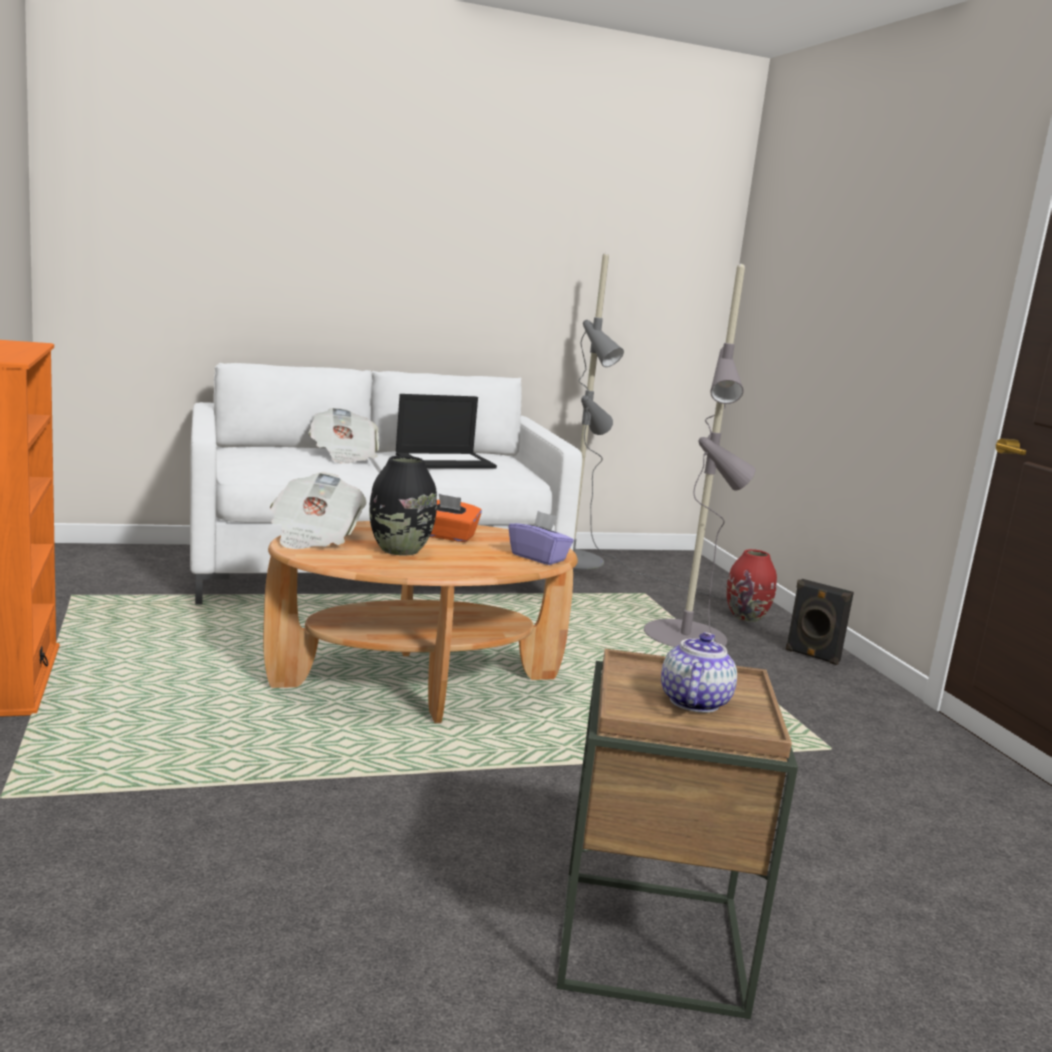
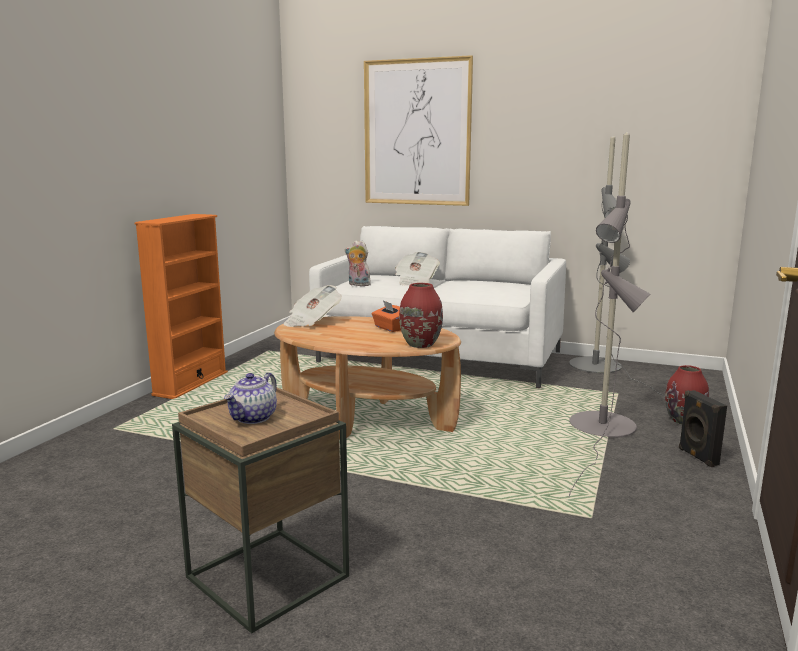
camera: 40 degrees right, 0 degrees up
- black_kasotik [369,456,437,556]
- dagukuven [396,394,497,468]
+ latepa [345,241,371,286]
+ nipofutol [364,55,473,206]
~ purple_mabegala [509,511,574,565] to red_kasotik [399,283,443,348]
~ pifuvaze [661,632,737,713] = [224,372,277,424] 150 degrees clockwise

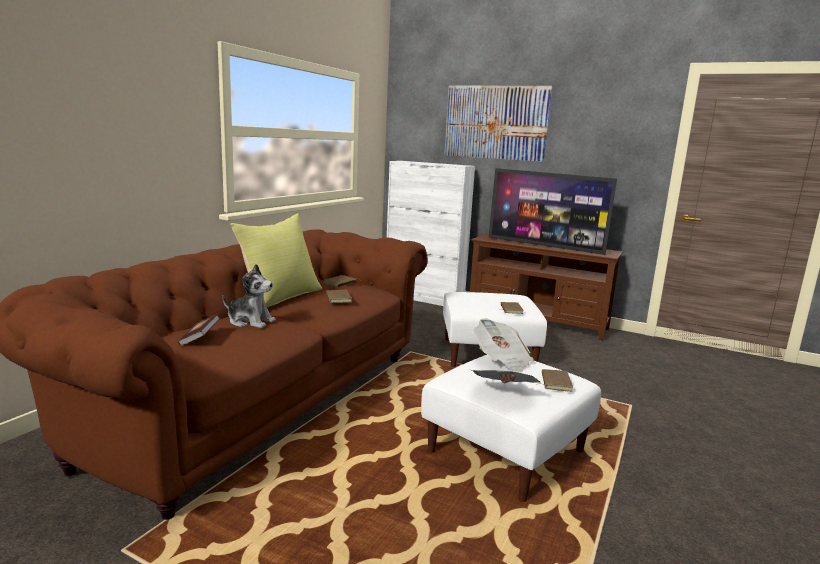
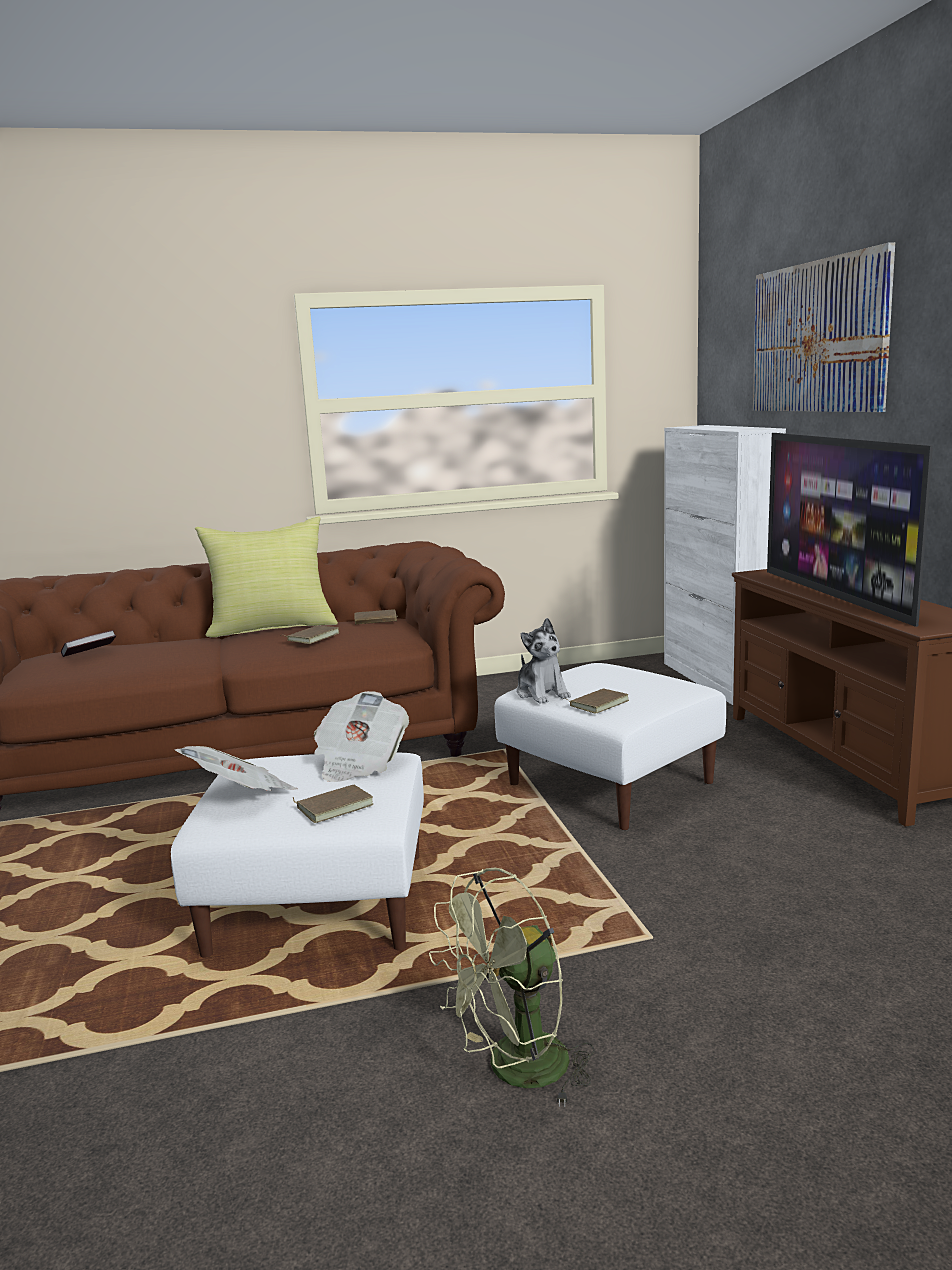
camera: 50 degrees right, 0 degrees up
+ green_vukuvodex [429,868,595,1107]
~ latepa [222,264,276,328] to [516,618,571,704]

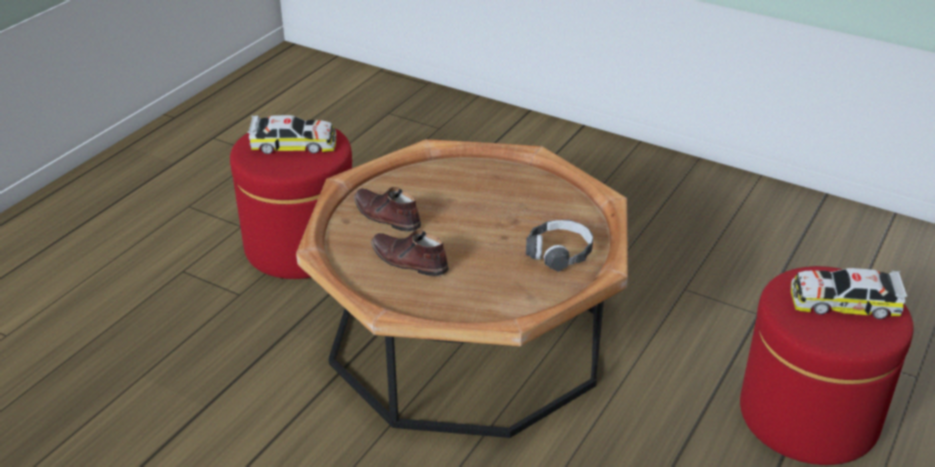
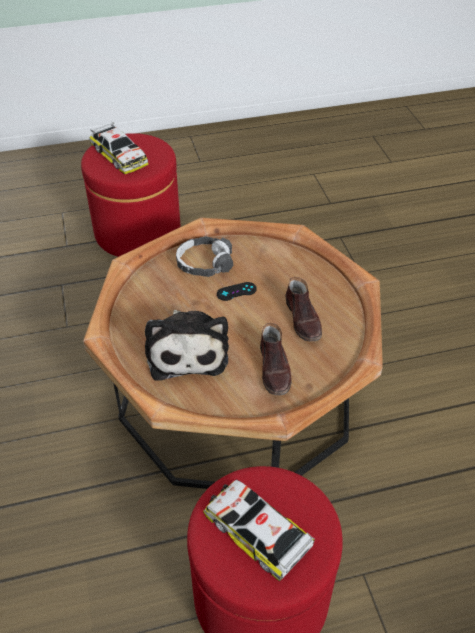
camera: 135 degrees left, 10 degrees up
+ latepa [145,310,229,381]
+ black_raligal [217,282,257,301]

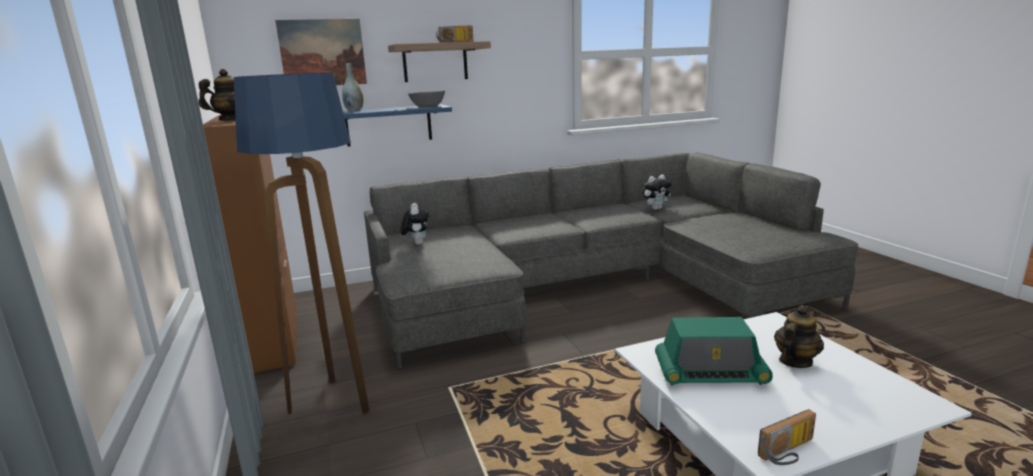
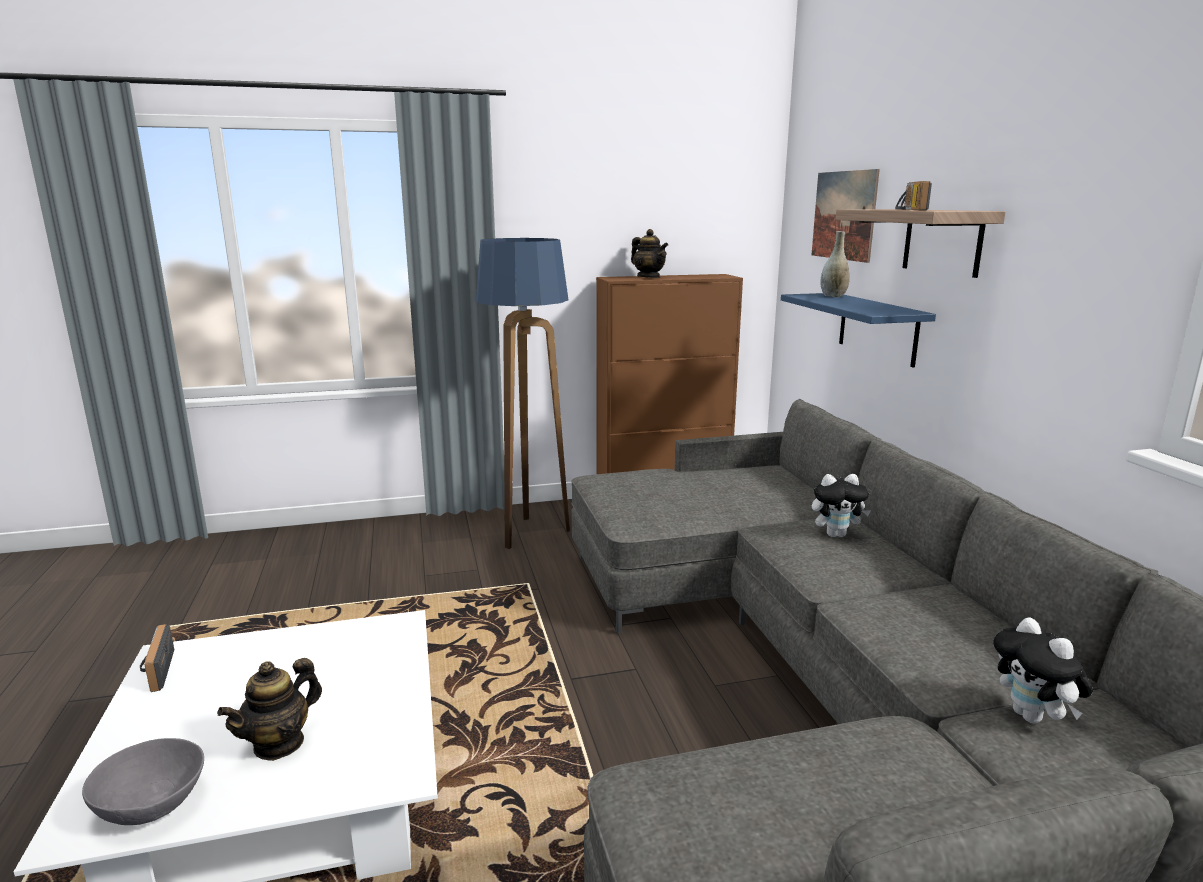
camera: 95 degrees right, 0 degrees up
- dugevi [655,317,773,385]
~ latepa [400,203,429,245] to [812,474,871,537]
~ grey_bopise [408,91,445,107] to [82,738,204,825]
~ pifuvaze [774,305,824,368] = [217,658,322,761] 75 degrees clockwise

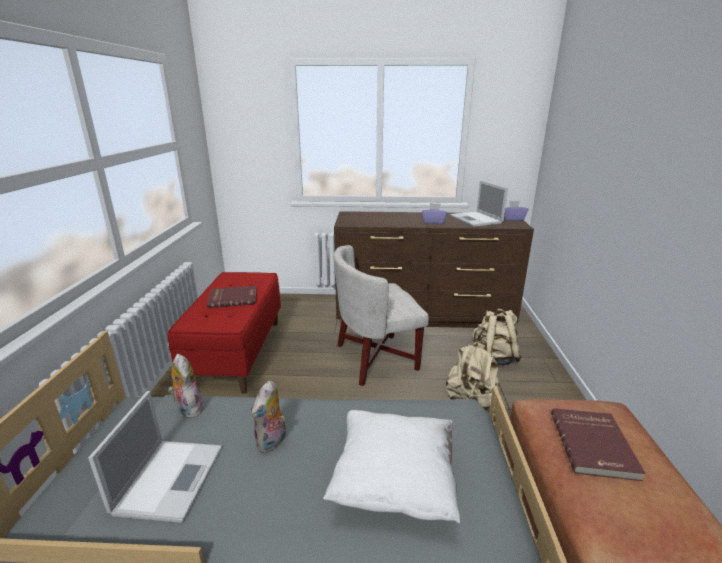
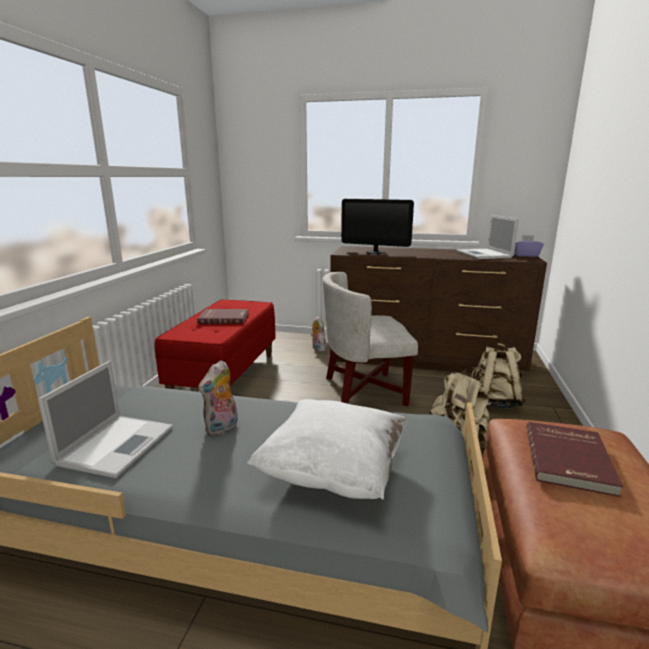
camera: 10 degrees right, 5 degrees down
- purple_mabegala [422,203,447,224]
+ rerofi [341,199,414,254]
~ latepa [168,354,204,418] to [311,316,326,352]

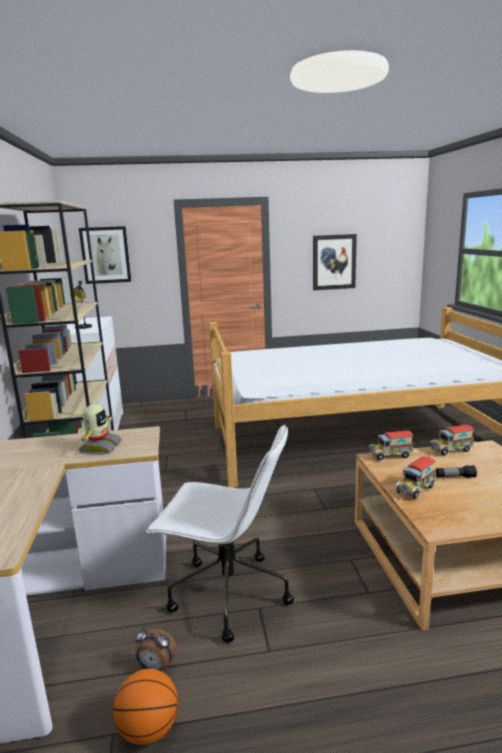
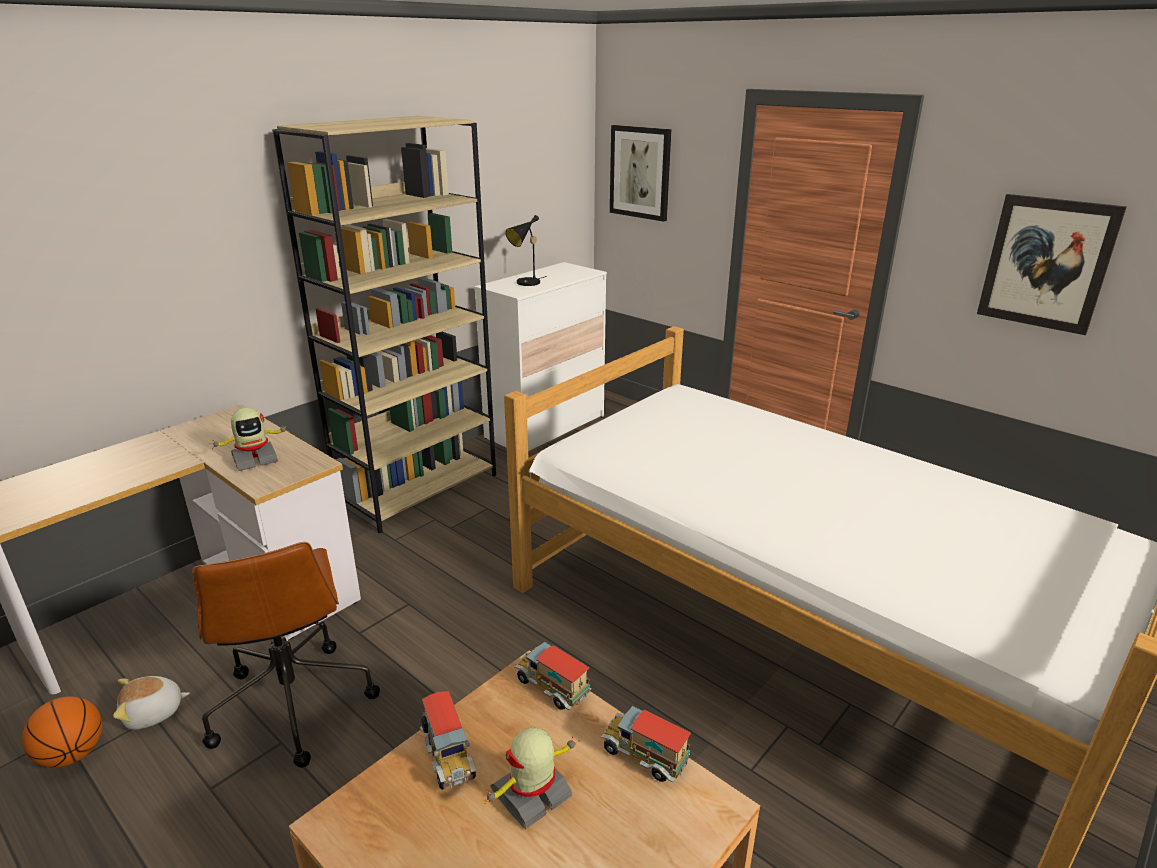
camera: 50 degrees right, 10 degrees up
~ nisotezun [135,626,177,671] to latepa [113,676,190,730]
~ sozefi [436,465,477,478] to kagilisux [483,727,577,829]
~ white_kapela [146,424,294,643] to brown_kapela [192,542,380,768]
~ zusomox [396,456,437,499] = [420,691,477,790] 120 degrees counterclockwise

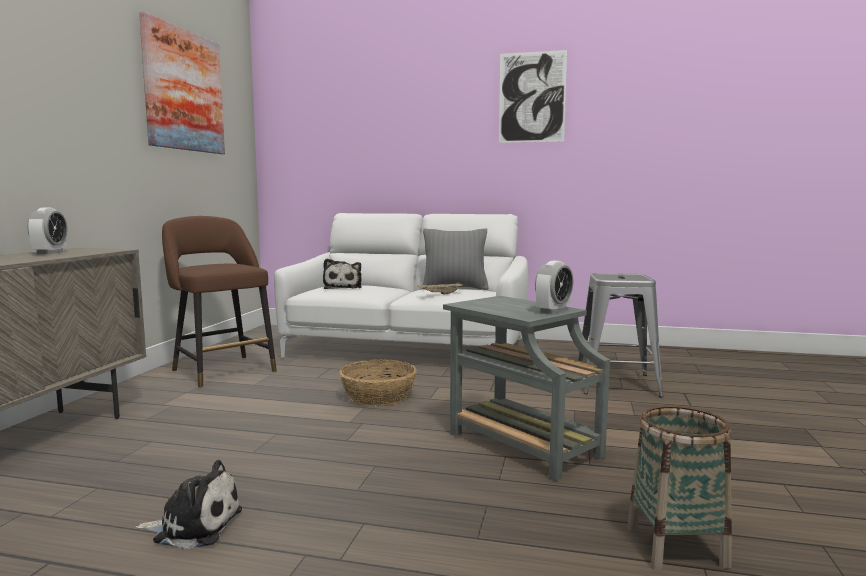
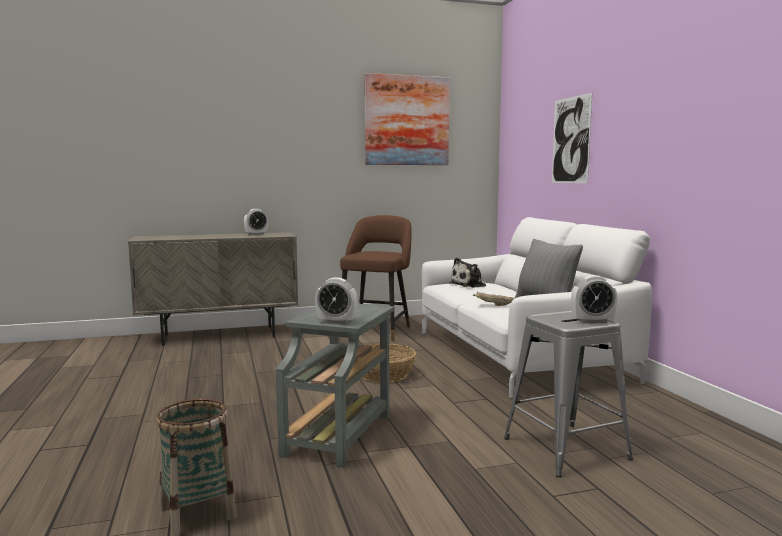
camera: 60 degrees right, 0 degrees up
- latepa [135,460,242,549]
+ nisotezun [571,275,617,323]
~ nipofutol [499,50,567,143] to [552,93,592,183]

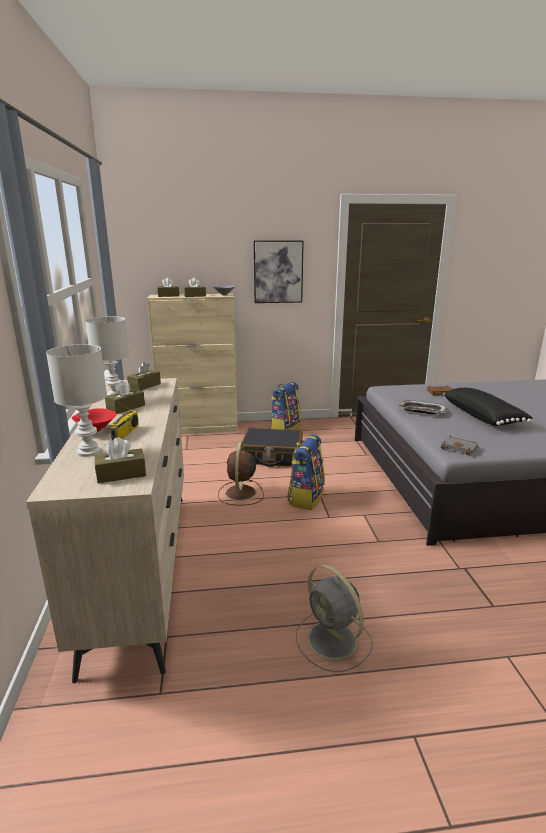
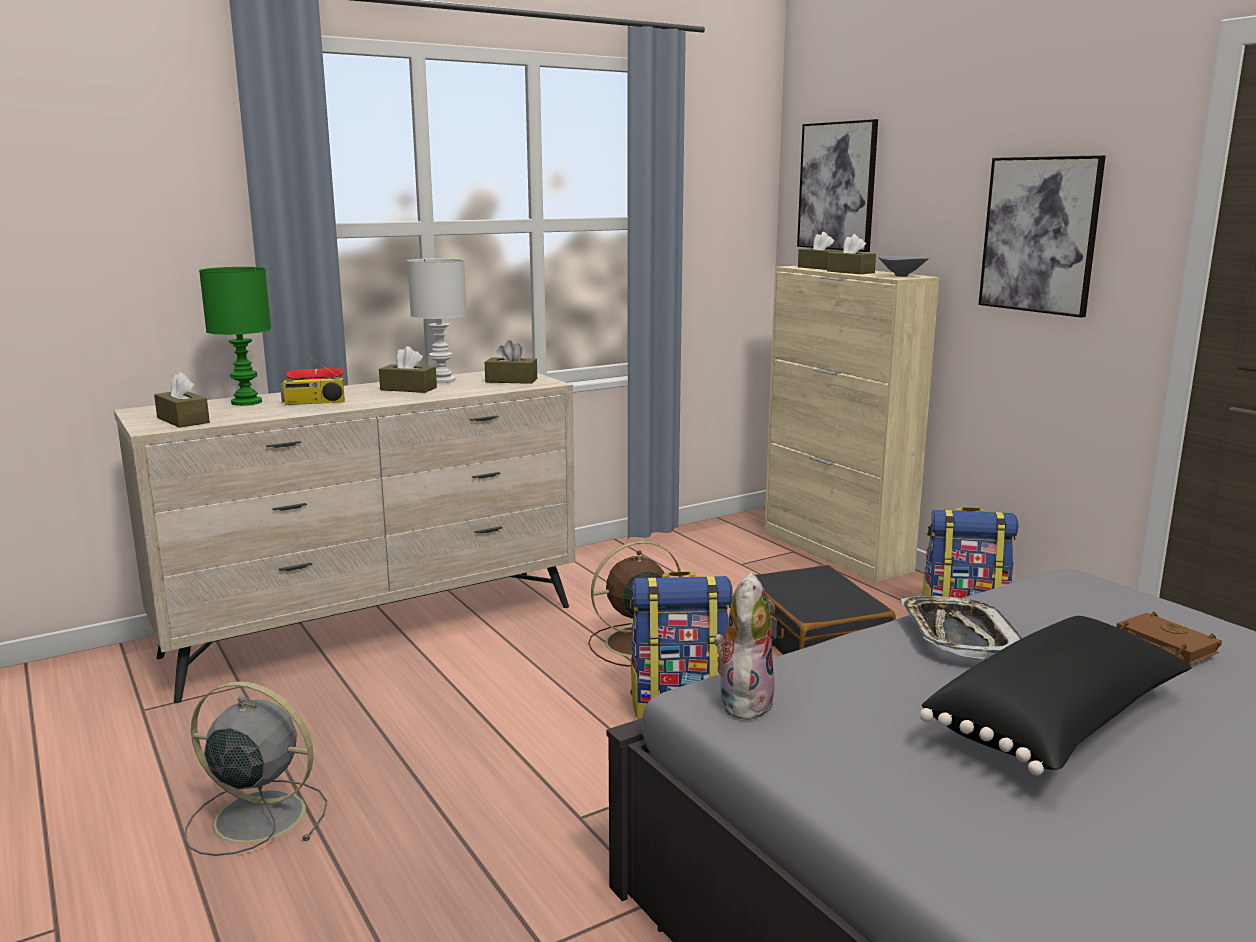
camera: 65 degrees right, 5 degrees down
+ nipofutol [797,119,878,252]
~ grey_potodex [440,436,478,455] to latepa [714,572,775,720]
~ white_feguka [46,344,107,457] to green_feguka [199,267,271,406]
~ grey_vukuvodex [296,565,373,672] = [185,681,327,856] 75 degrees clockwise

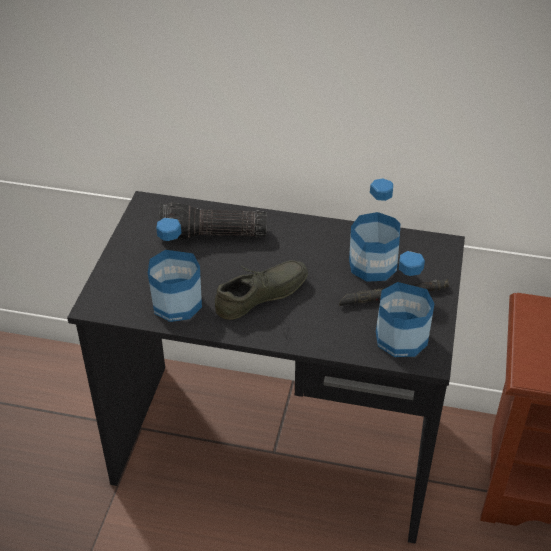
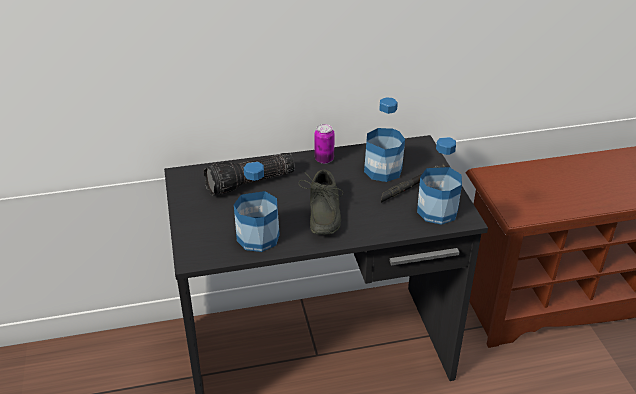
camera: 25 degrees left, 5 degrees down
+ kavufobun [315,124,335,164]
~ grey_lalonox [215,260,308,320] = [299,170,343,235] 150 degrees clockwise

